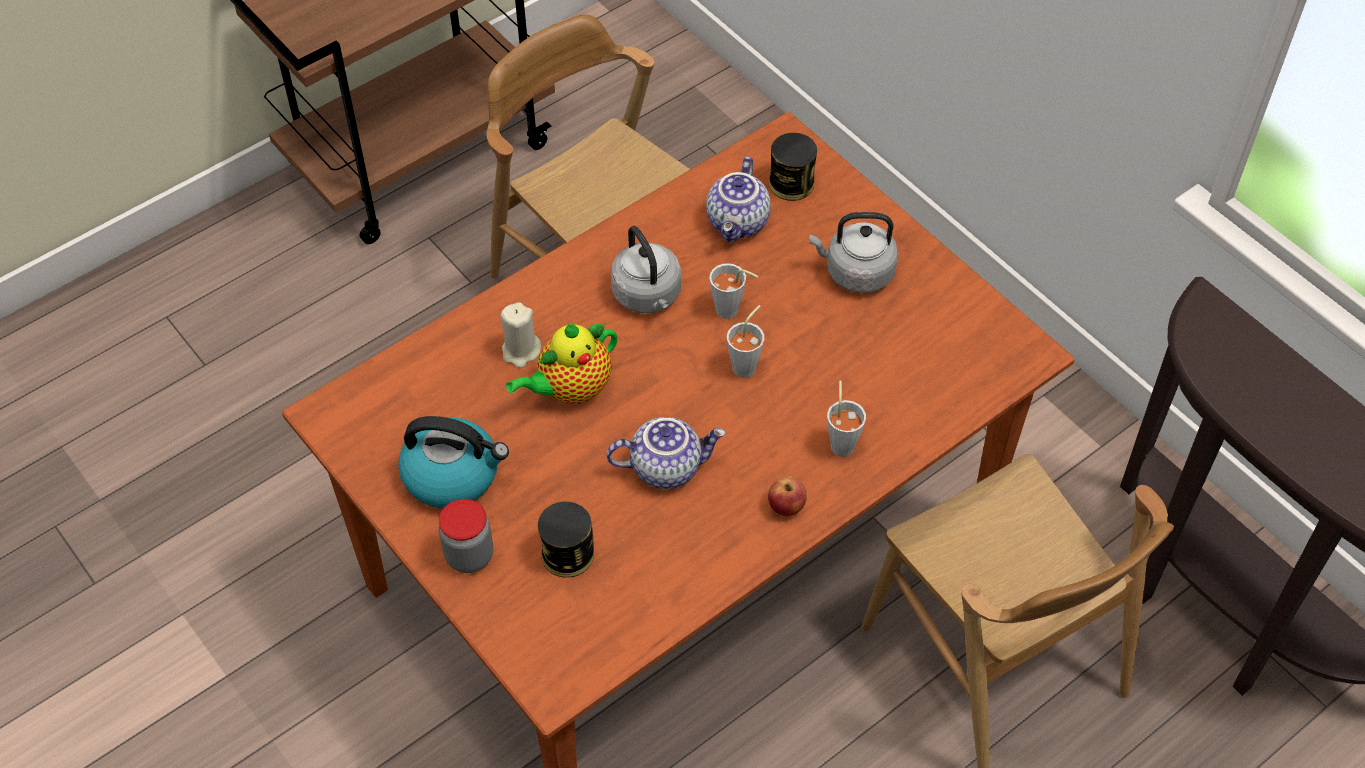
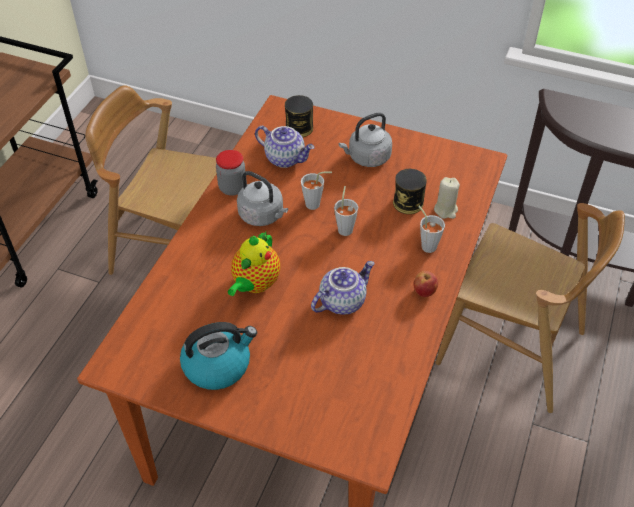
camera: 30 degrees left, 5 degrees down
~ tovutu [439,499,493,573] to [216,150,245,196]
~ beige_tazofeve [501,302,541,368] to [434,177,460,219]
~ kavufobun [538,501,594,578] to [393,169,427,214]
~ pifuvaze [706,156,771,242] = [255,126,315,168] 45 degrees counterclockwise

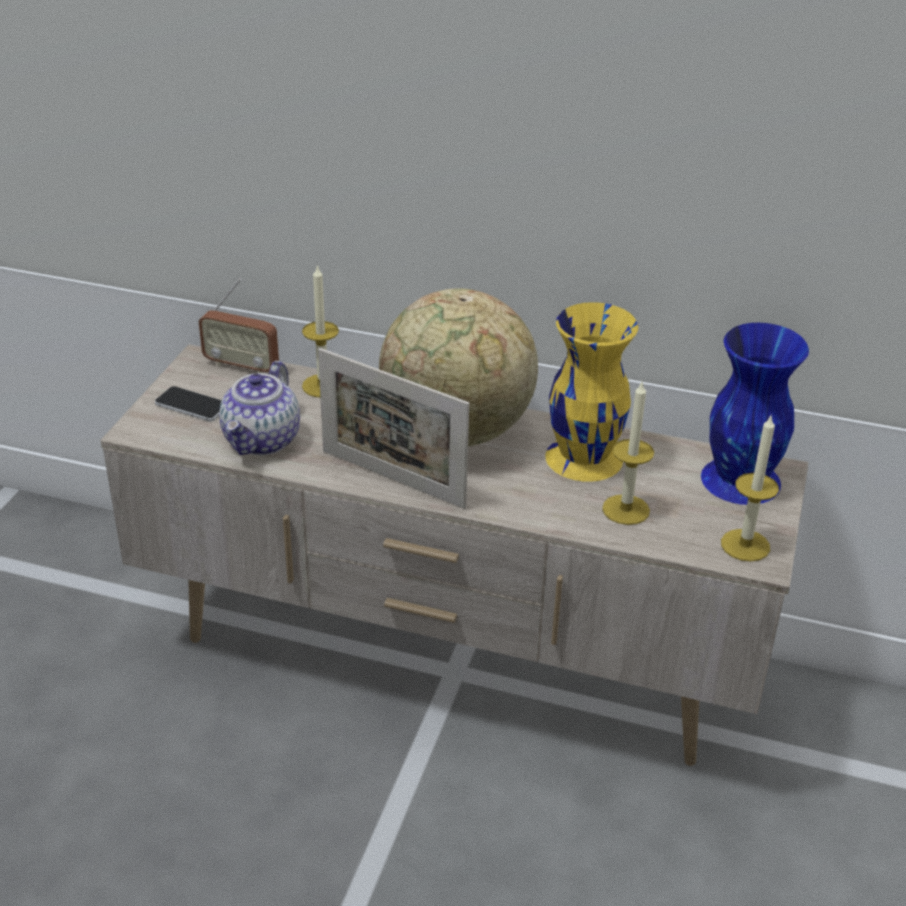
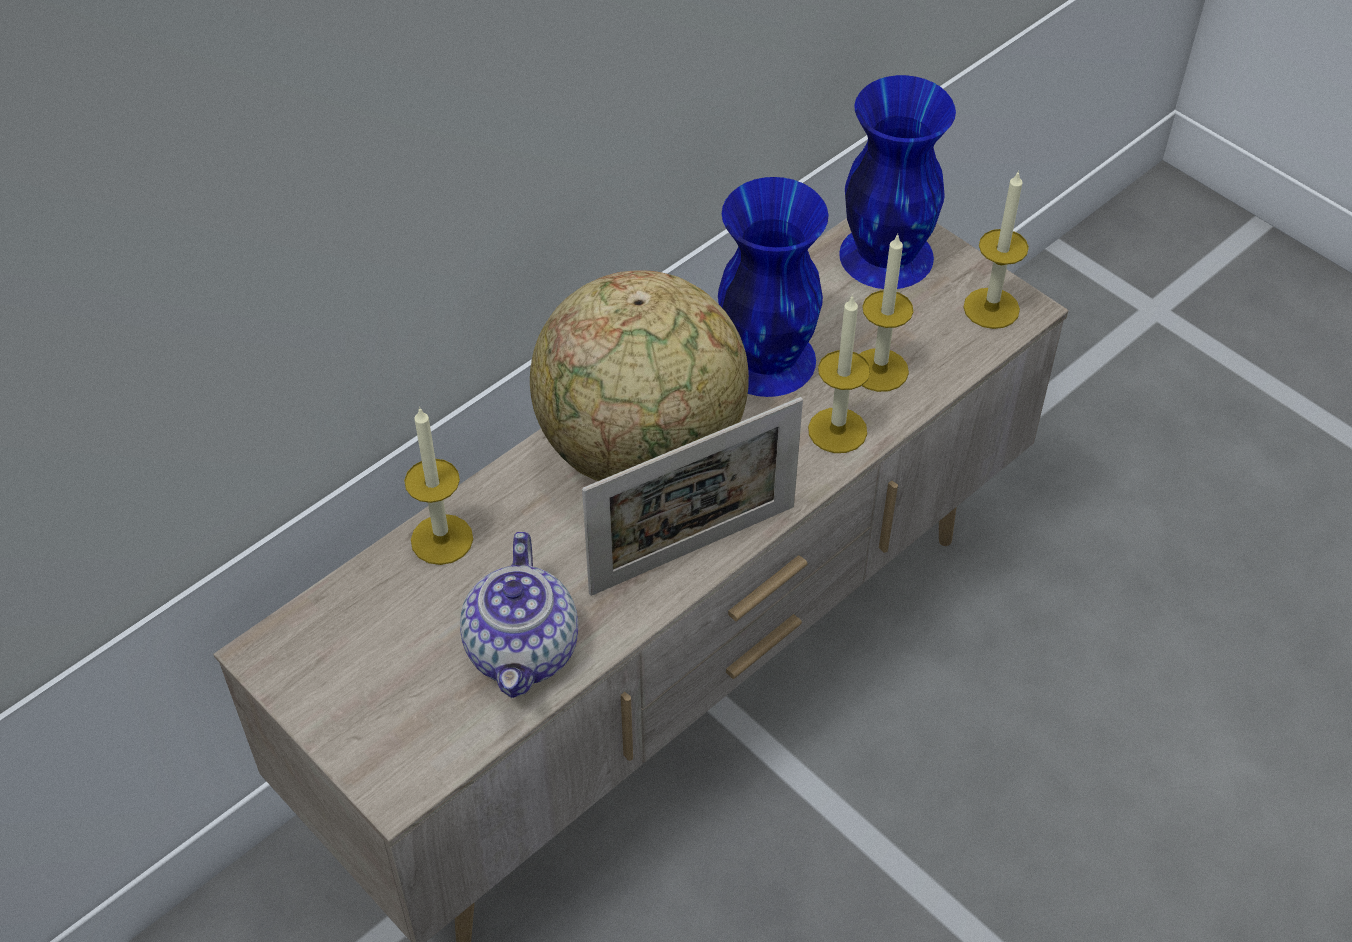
camera: 60 degrees left, 15 degrees up
- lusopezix [155,386,222,422]
- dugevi [199,278,279,373]
+ tazofeve [808,295,871,453]
~ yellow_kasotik [545,302,638,482] to blue_kasotik [718,177,828,397]
~ pifuvaze [219,361,300,455] = [460,532,578,698] 45 degrees clockwise

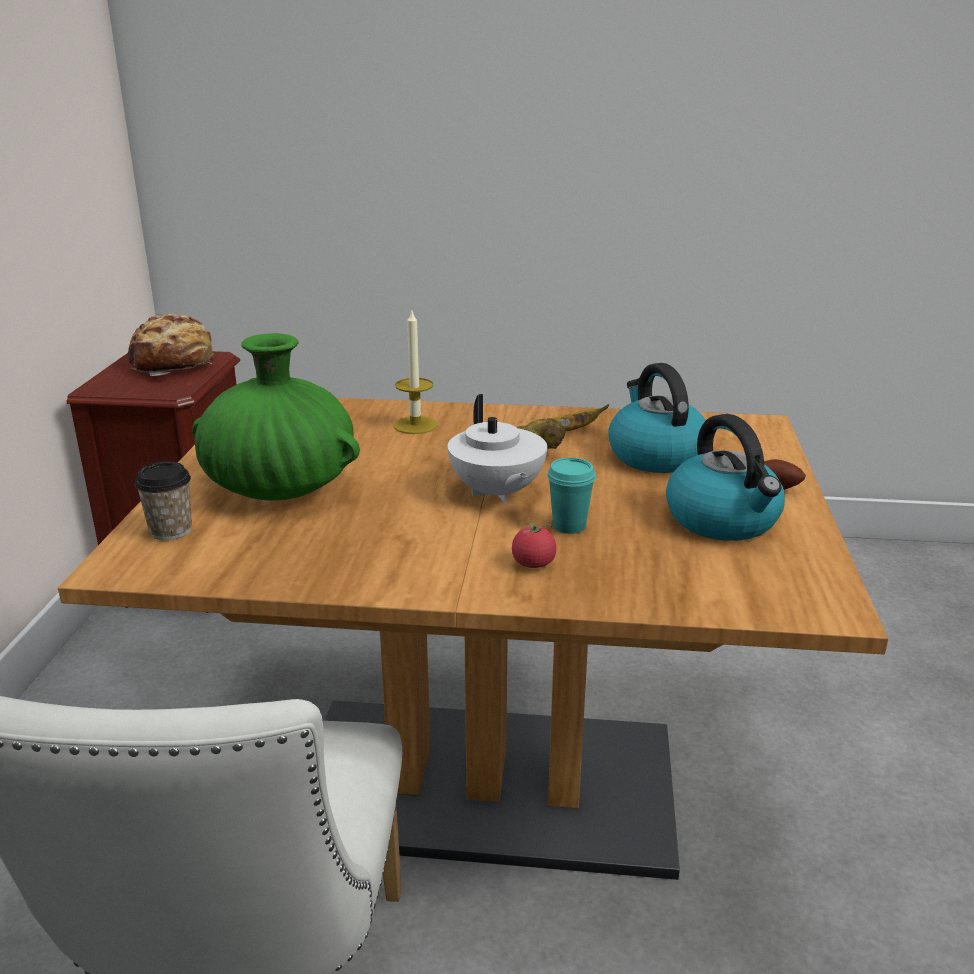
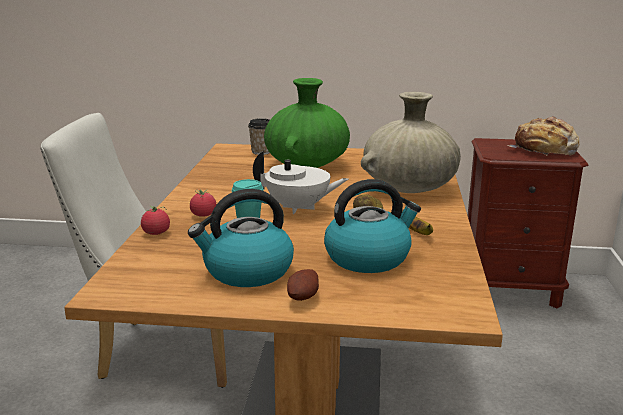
camera: 90 degrees right, 5 degrees down
+ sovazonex [141,206,170,235]
~ tazofeve [394,308,438,434] to beige_kasotik [361,92,461,193]
~ white_pifuvaze [448,394,547,504] = [253,151,348,214] 150 degrees counterclockwise

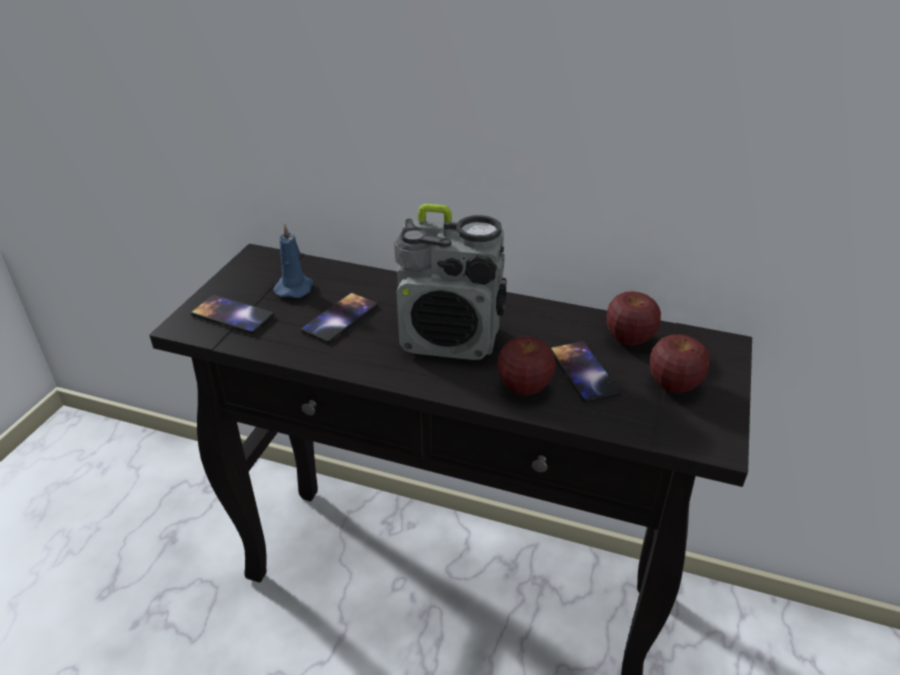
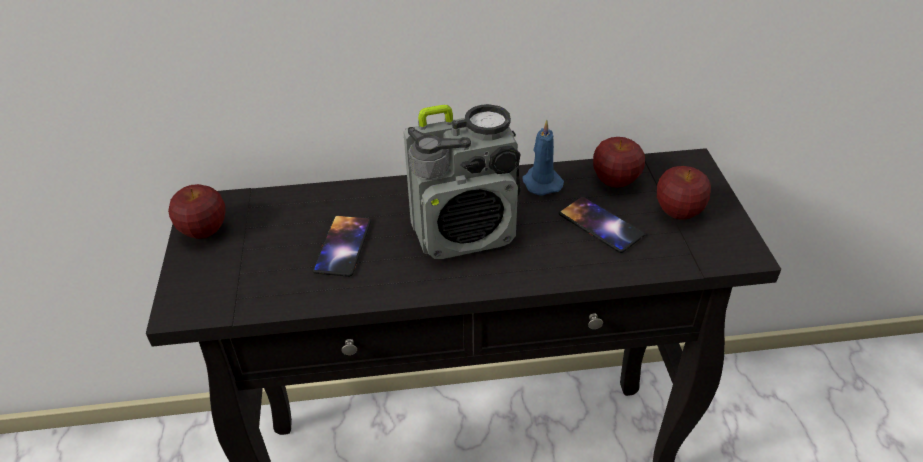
camera: 25 degrees left, 5 degrees up
- lusopezix [191,295,275,334]
~ blue_tazofeve [273,223,313,298] to [522,120,564,196]
~ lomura [497,337,556,395] to [168,184,226,239]

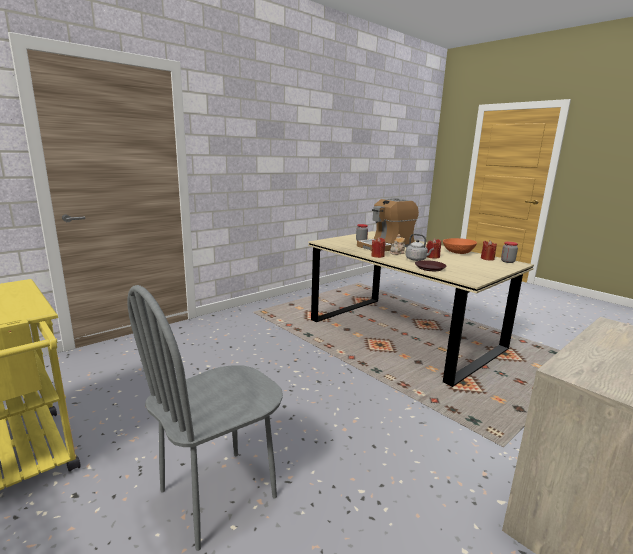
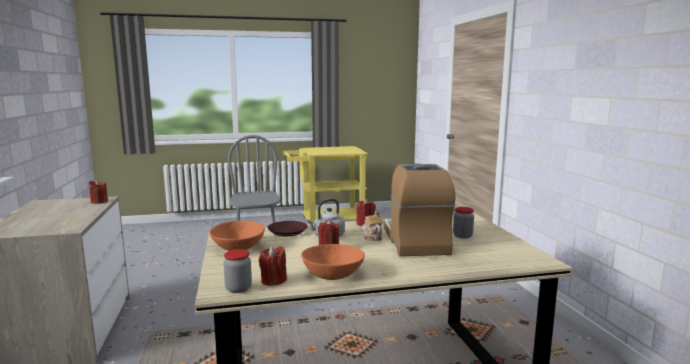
camera: 120 degrees right, 5 degrees down
+ red_tazofeve [88,180,108,204]
+ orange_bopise [209,221,265,251]

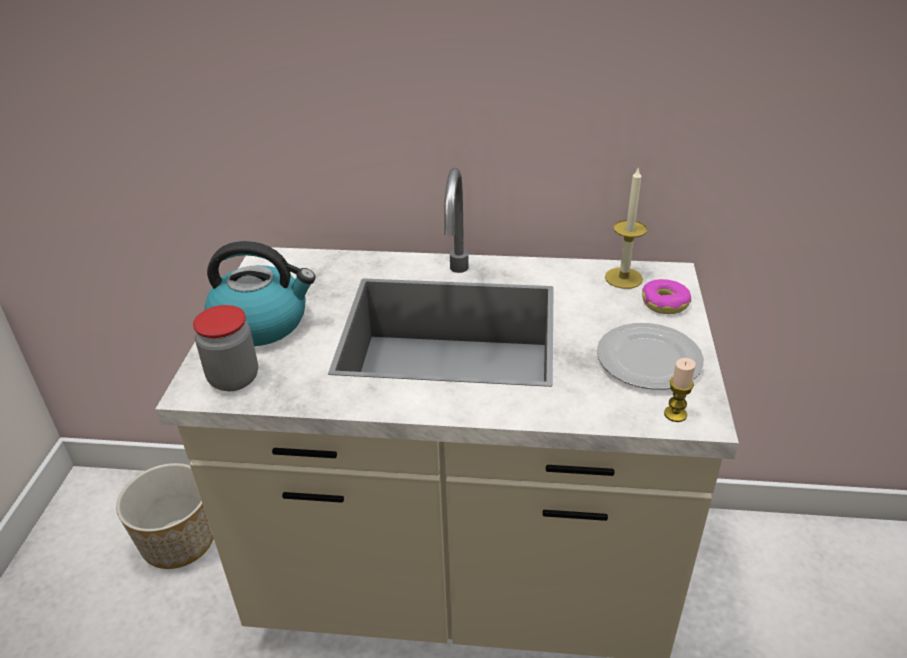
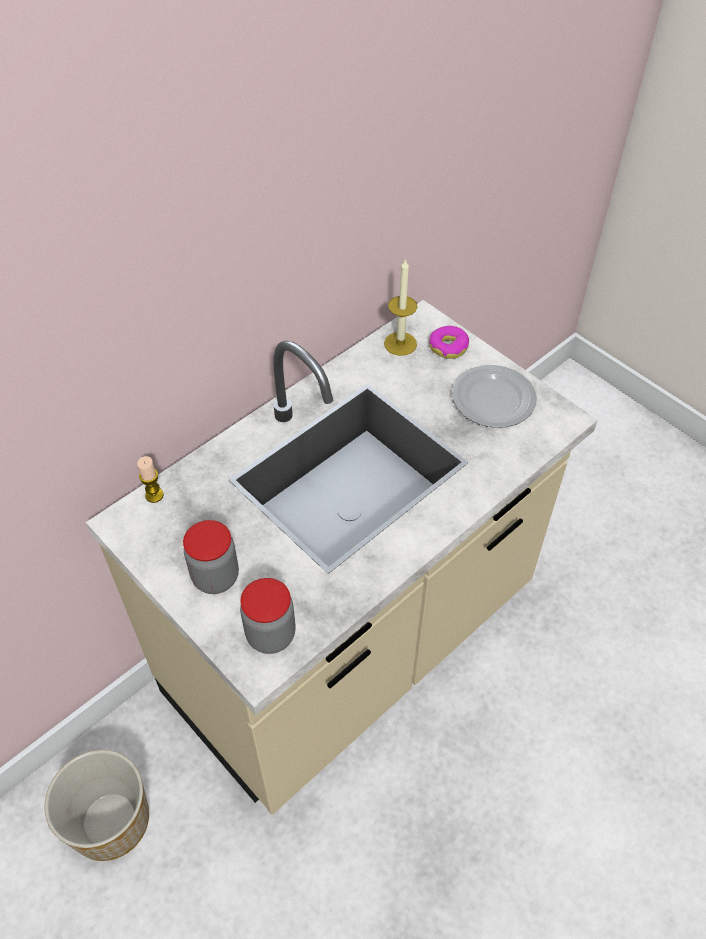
camera: 50 degrees left, 15 degrees up
~ tazofeve [664,358,696,422] to [137,456,164,503]
~ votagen [205,241,316,346] to tovutu [183,520,239,594]

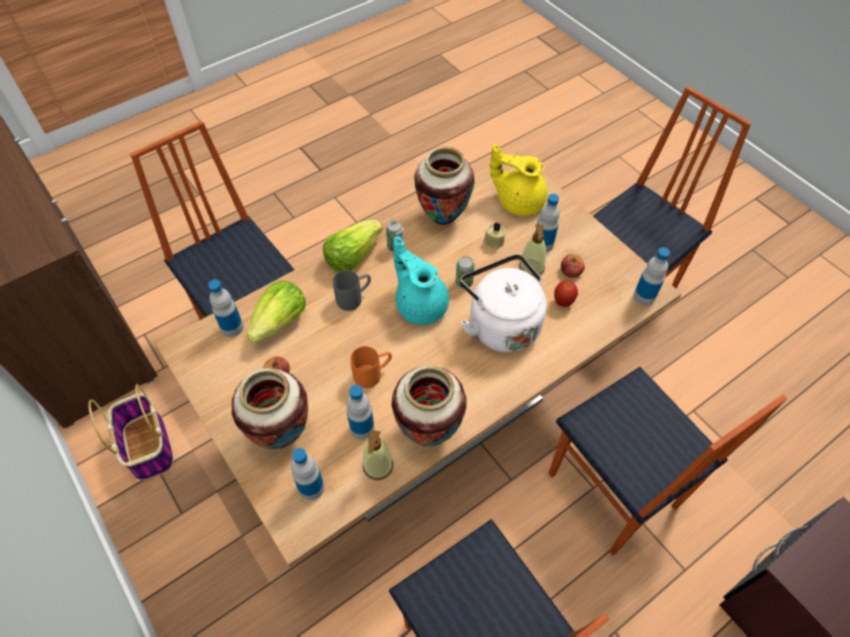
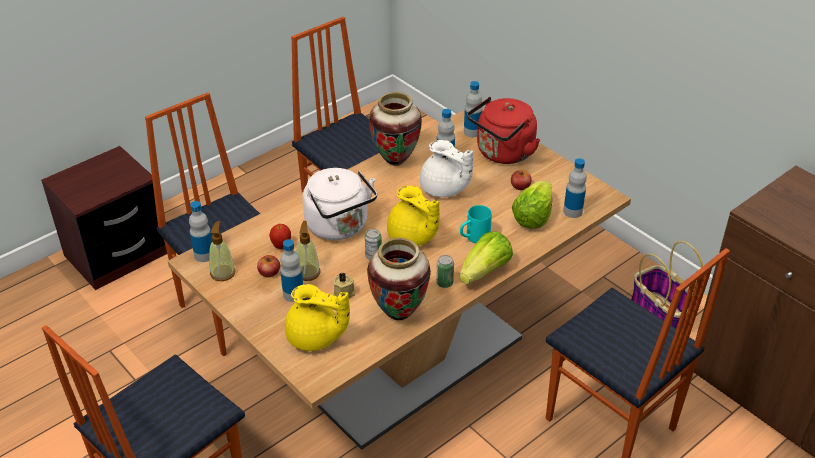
camera: 175 degrees right, 15 degrees down
~ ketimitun [363,430,393,480] to [209,221,235,281]
~ kasotik [232,368,308,449] to red_votagen [467,97,540,164]
~ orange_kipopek [350,346,392,388] to white_pifuvaze [420,140,473,197]
~ grey_kipopek [333,270,371,311] to turquoise_kipopek [460,205,492,243]
~ turquoise_pifuvaze [393,236,449,325] to yellow_pifuvaze [387,186,440,246]

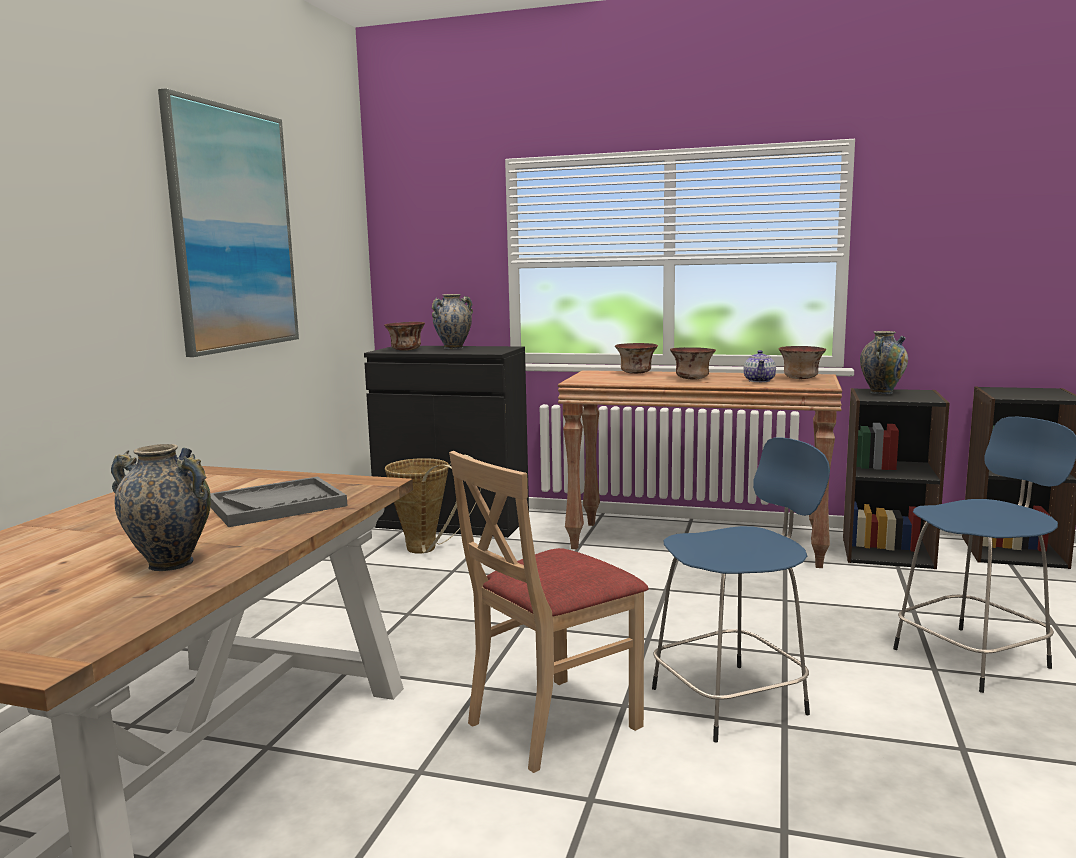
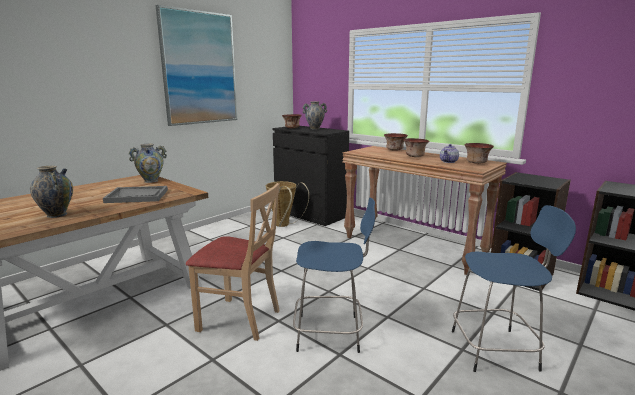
camera: 25 degrees right, 5 degrees up
~ kasotik [860,331,908,395] to [129,143,167,183]
~ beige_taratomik [449,451,649,773] = [186,183,280,341] 150 degrees counterclockwise

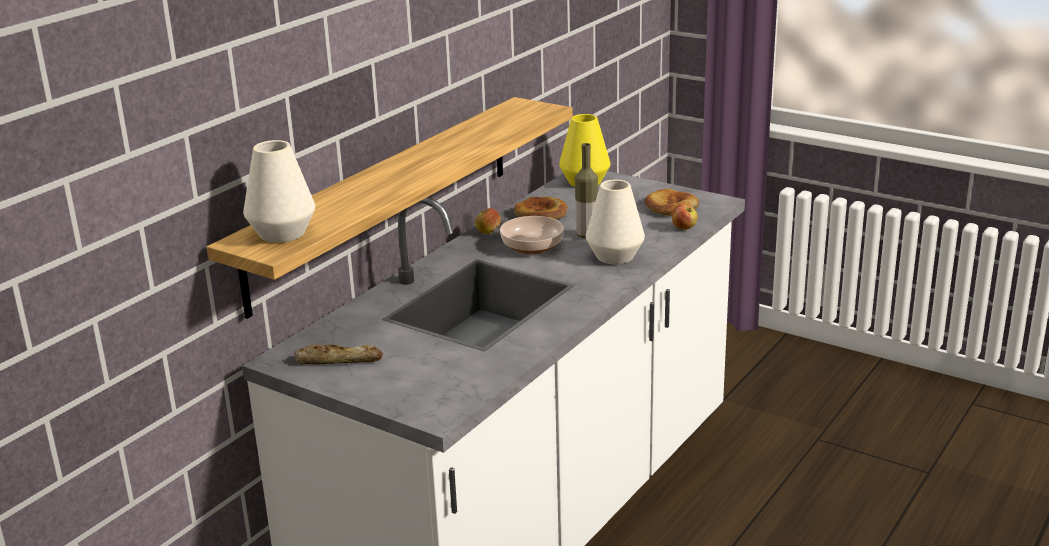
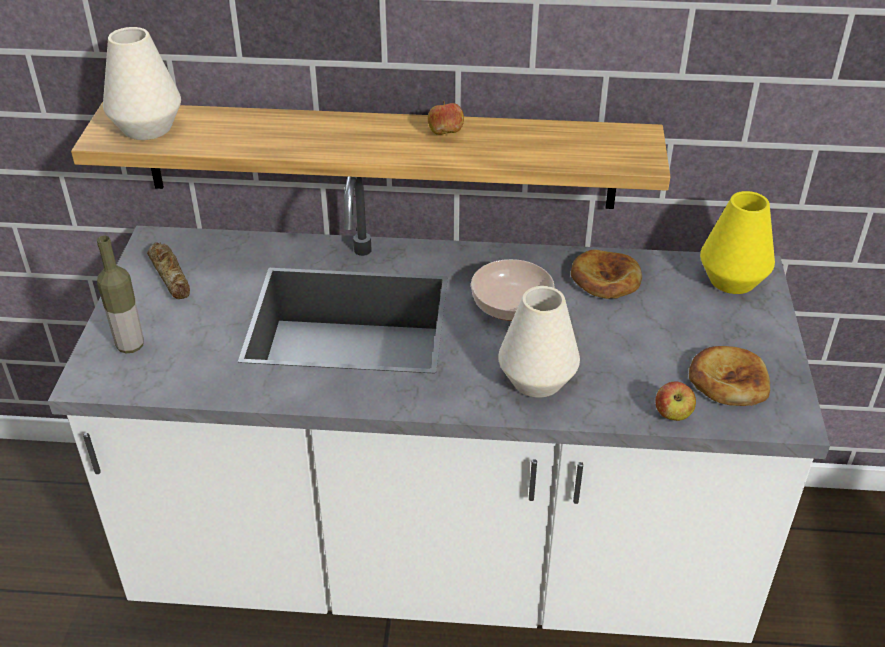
camera: 60 degrees right, 15 degrees up
~ lomura [475,208,501,234] to [428,101,464,135]
~ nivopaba [575,143,598,239] to [97,235,144,353]

